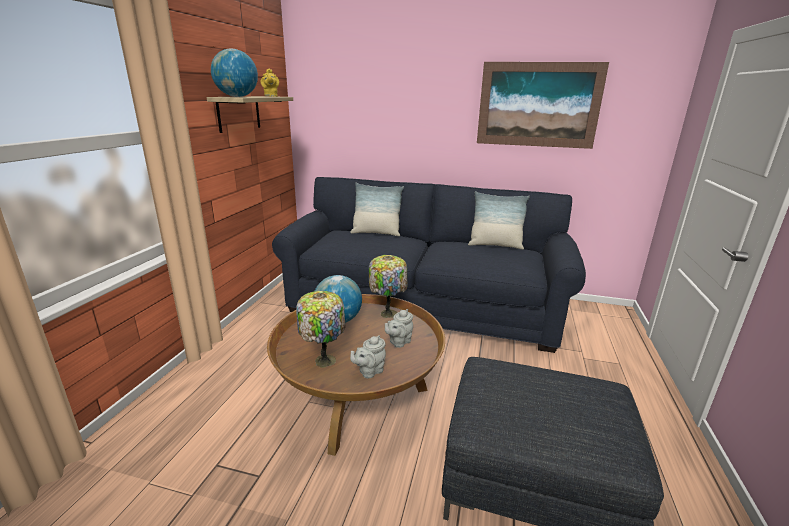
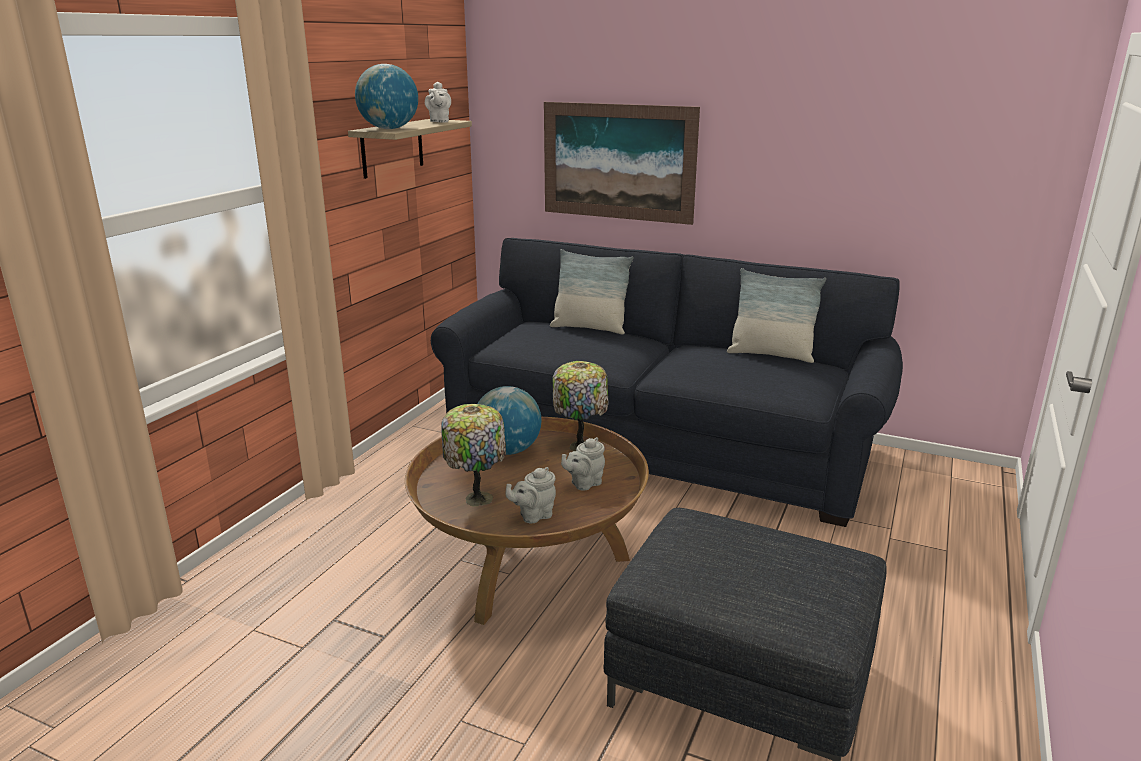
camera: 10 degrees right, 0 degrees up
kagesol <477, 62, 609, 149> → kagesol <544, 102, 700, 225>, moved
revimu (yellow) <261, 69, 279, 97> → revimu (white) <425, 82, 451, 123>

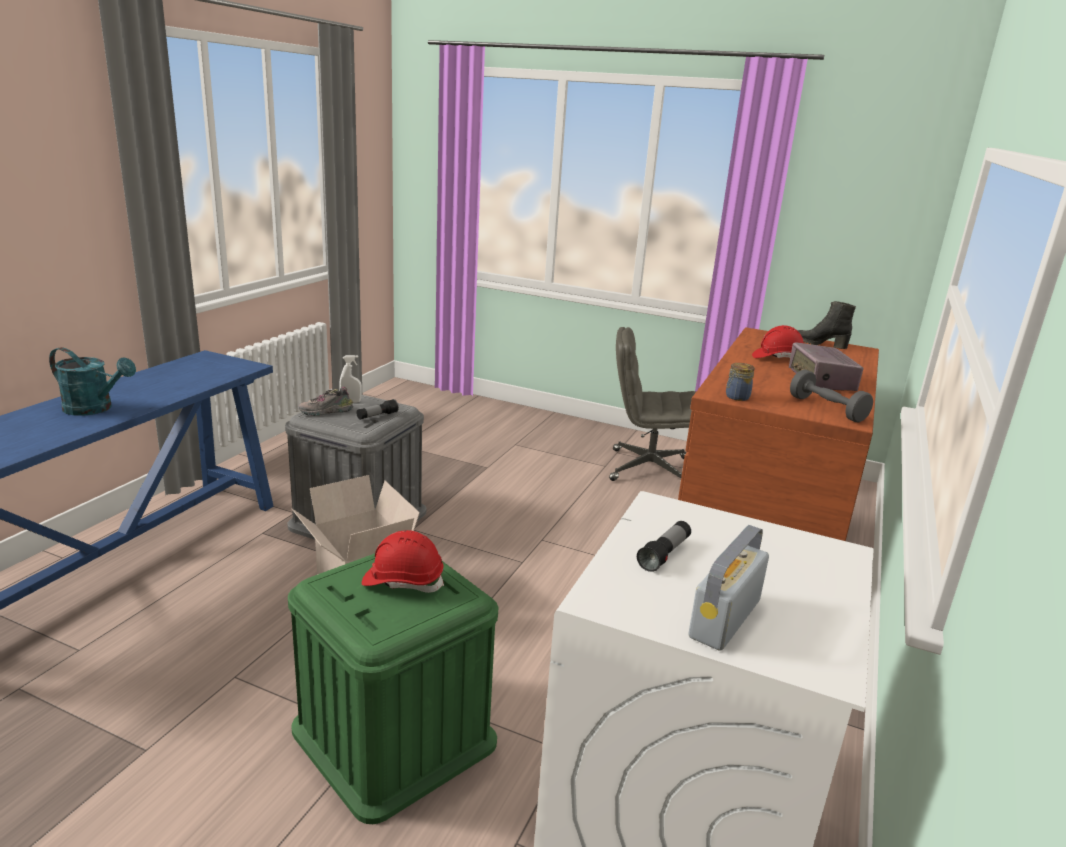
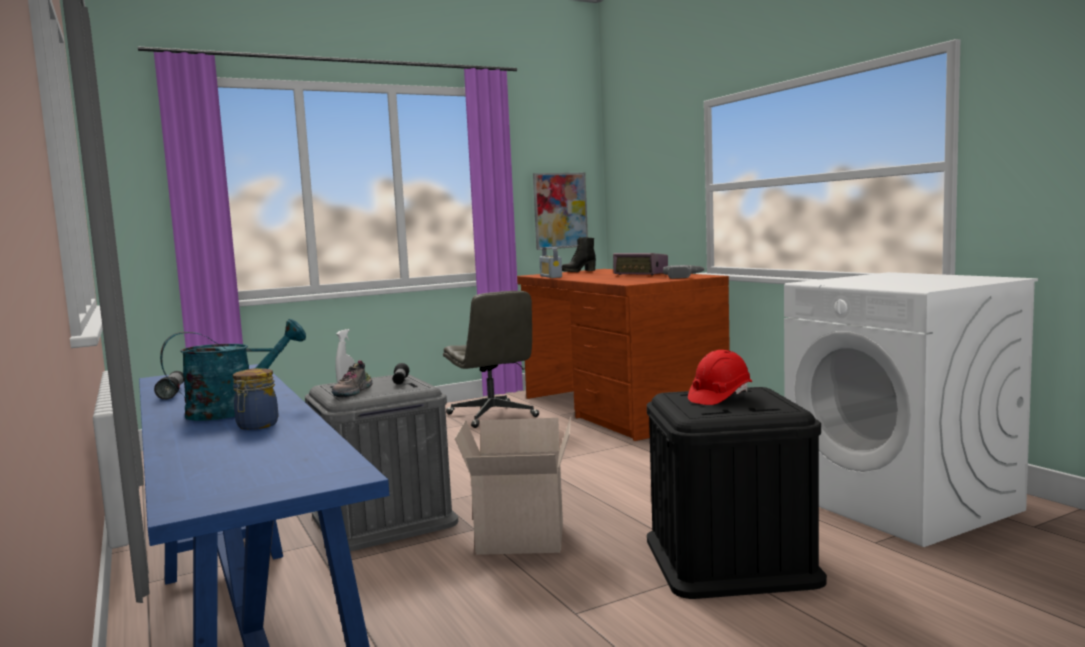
camera: 50 degrees left, 15 degrees down
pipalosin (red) <752, 325, 804, 358> → -
- → kagesol <533, 173, 588, 250>
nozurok <637, 521, 691, 572> → nozurok <154, 371, 184, 400>, moved
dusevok <689, 525, 769, 651> → dusevok <539, 247, 562, 278>, moved
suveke <726, 363, 755, 401> → suveke <233, 368, 278, 430>, moved
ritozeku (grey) <790, 370, 873, 422> → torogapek <663, 265, 705, 279>
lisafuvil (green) <288, 553, 499, 824> → lisafuvil (black) <647, 387, 827, 599>
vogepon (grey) <609, 327, 696, 481> → vogepon (grey) <443, 291, 539, 428>, 75 degrees counterclockwise

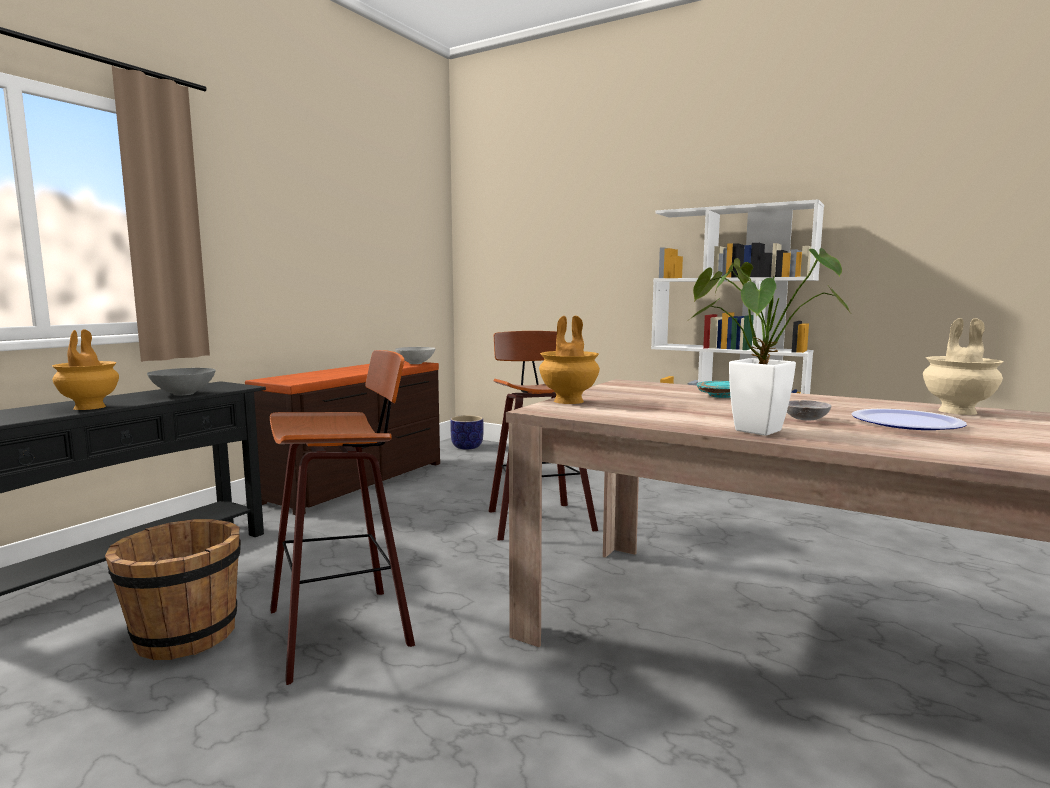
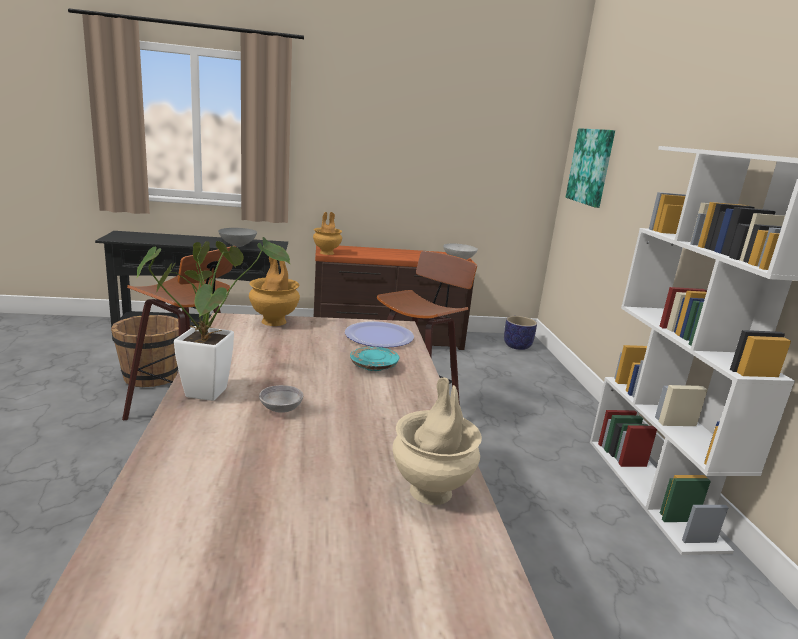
camera: 50 degrees right, 10 degrees up
- → kagesol <566, 128, 615, 208>
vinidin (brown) <52, 329, 119, 410> → vinidin (brown) <313, 212, 342, 255>, moved
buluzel <851, 409, 967, 430> → buluzel <345, 321, 414, 348>, moved

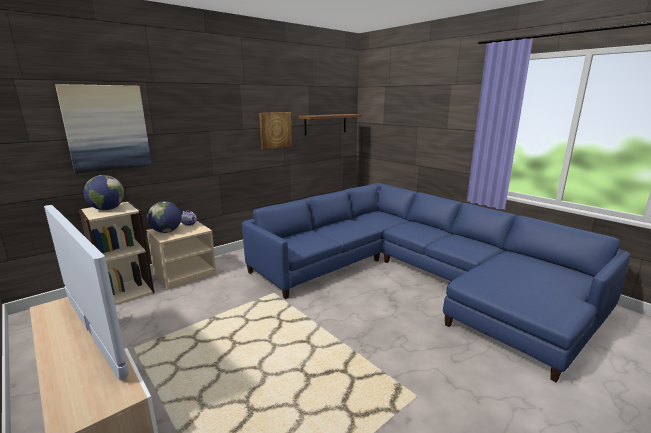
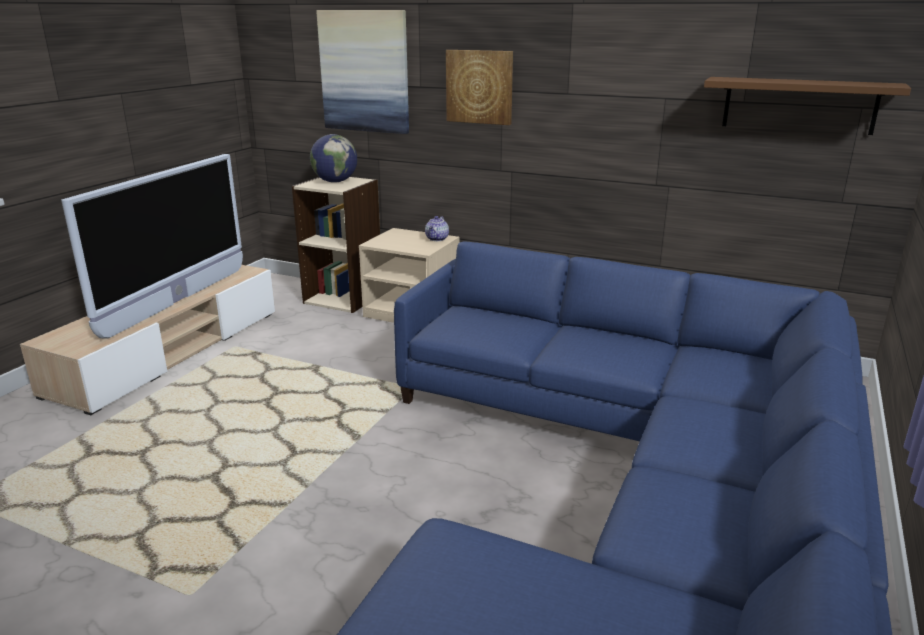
camera: 65 degrees right, 5 degrees up
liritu <147, 201, 182, 233> → -
kagesol <259, 112, 292, 149> → kagesol <446, 50, 513, 125>, moved

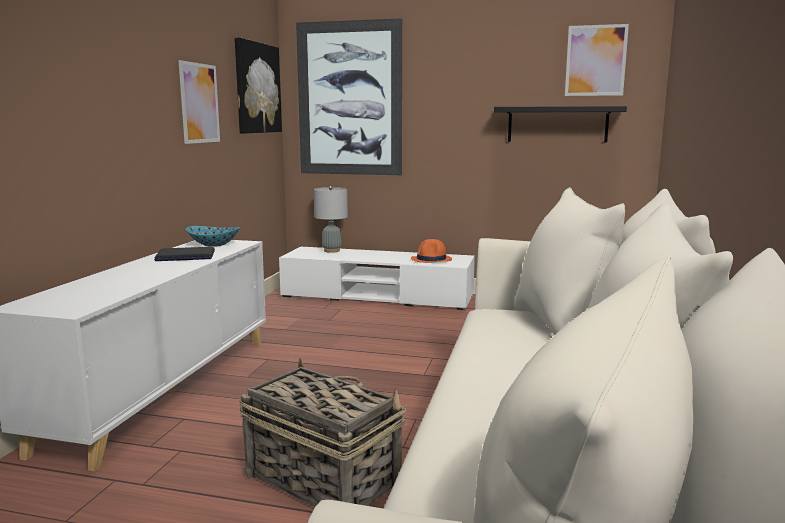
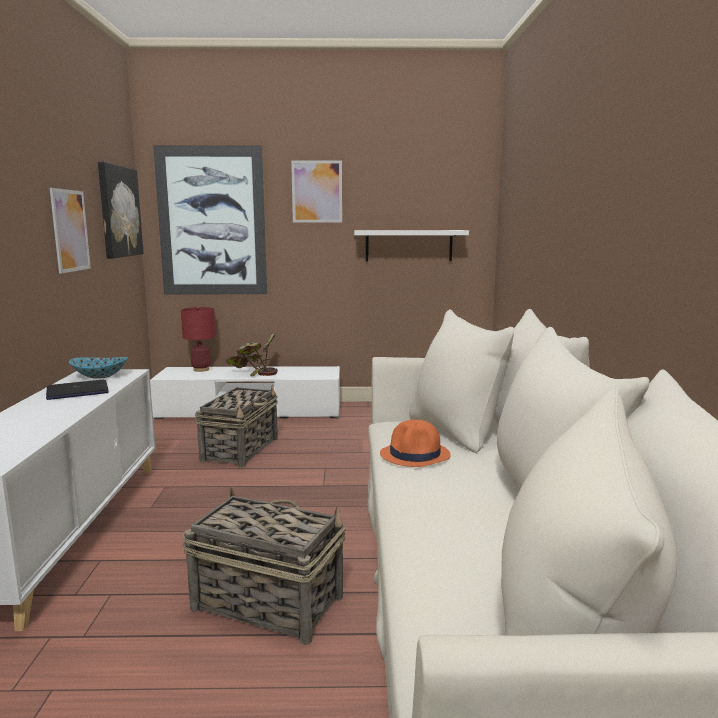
camera: 15 degrees left, 0 degrees up
- → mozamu <195, 385, 278, 467>
- → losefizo <226, 334, 278, 376>
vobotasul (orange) <411, 239, 452, 263> → vobotasul (orange) <380, 420, 451, 467>, moved
kagesol <565, 24, 629, 96> → kagesol <291, 160, 342, 223>, moved
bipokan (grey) <314, 186, 348, 253> → bipokan (red) <181, 307, 216, 372>
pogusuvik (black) <494, 106, 627, 143> → pogusuvik (white) <354, 230, 469, 261>

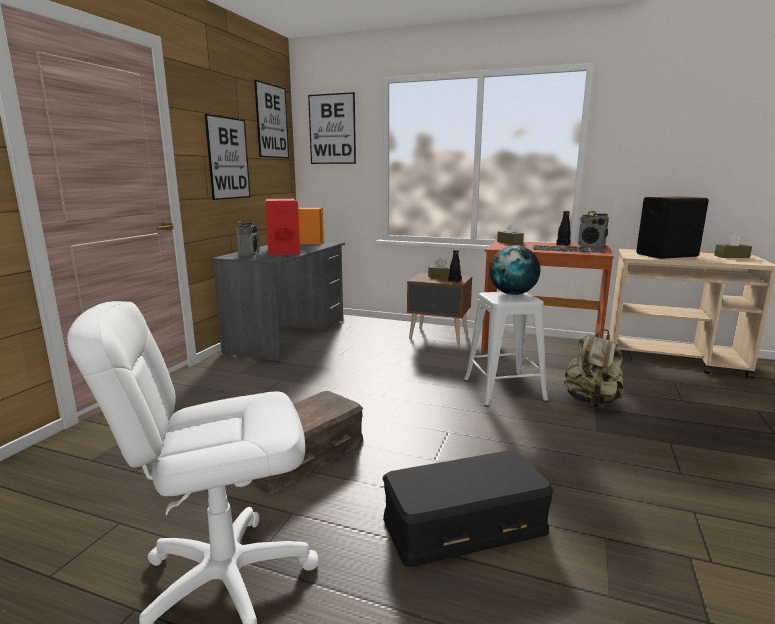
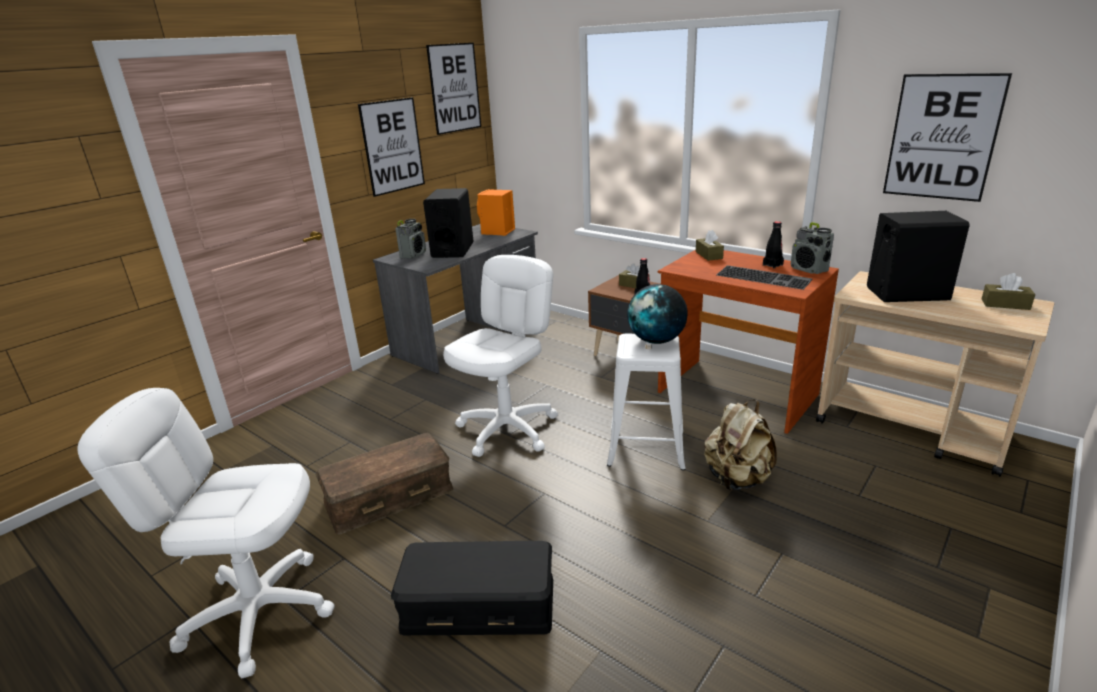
camera: 20 degrees right, 10 degrees up
- → vogepon (white) <443, 255, 558, 457>
kagesol <308, 92, 356, 164> → kagesol <883, 73, 1012, 202>, moved
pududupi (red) <265, 199, 300, 255> → pududupi (black) <423, 188, 474, 258>

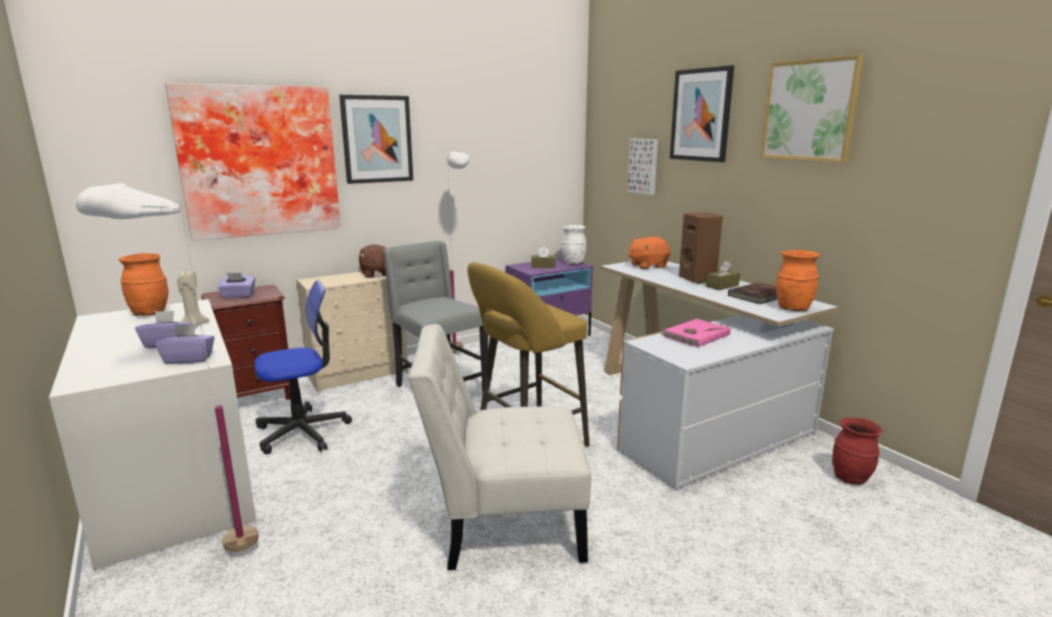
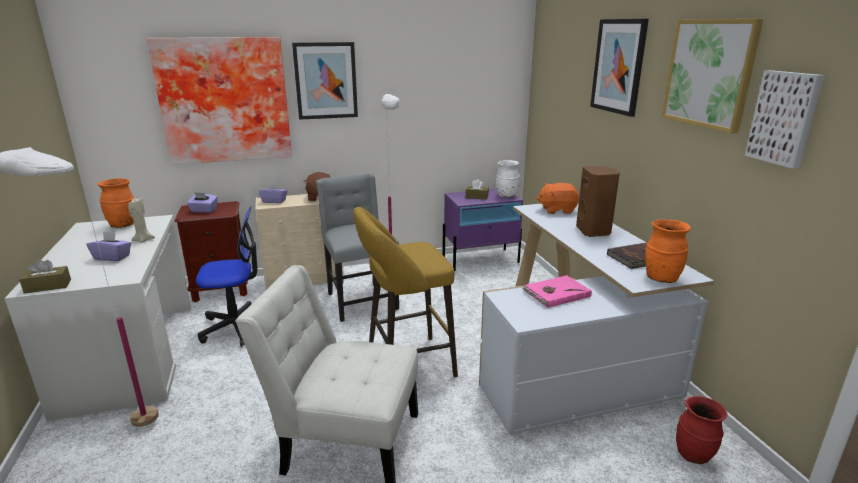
camera: 15 degrees right, 5 degrees up
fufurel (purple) <155, 323, 215, 364> → fufurel (purple) <258, 182, 287, 203>, moved
kagesol <627, 139, 658, 195> → kagesol <745, 70, 825, 169>, moved
fufurel (brown) <706, 261, 740, 290> → fufurel (brown) <19, 259, 71, 294>, moved

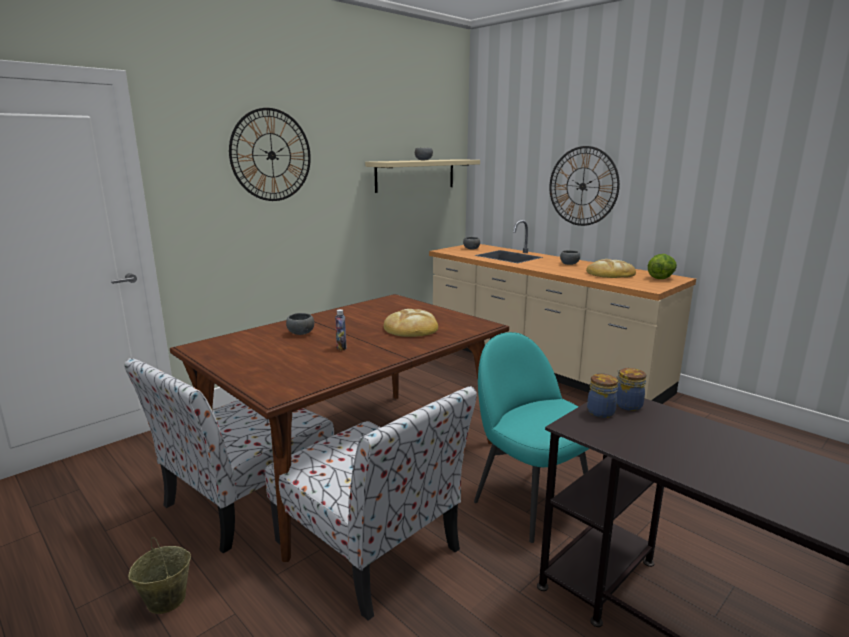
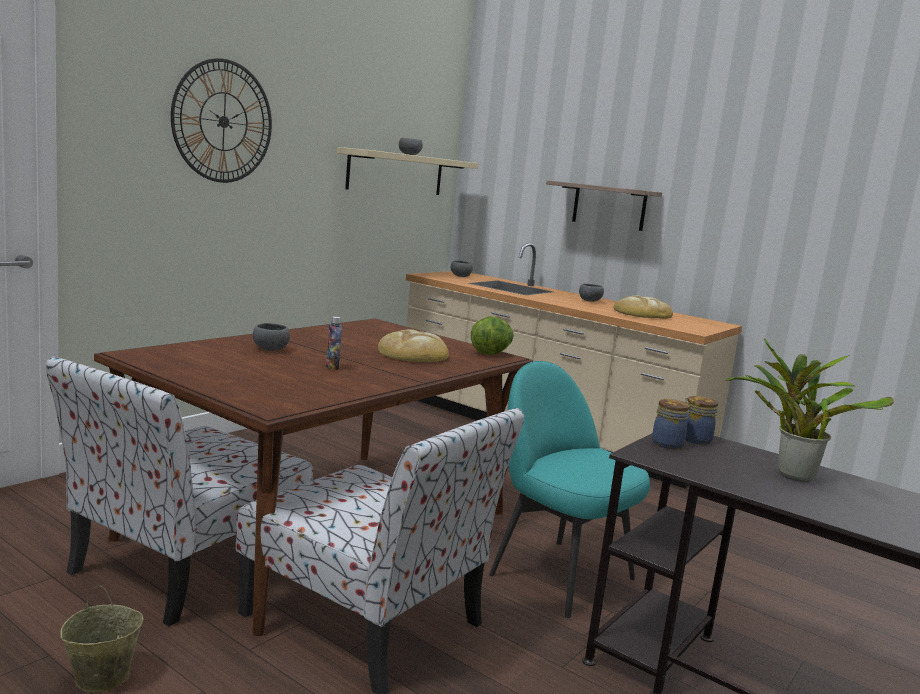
camera: 10 degrees left, 5 degrees down
- → losefizo <727, 338, 894, 482>
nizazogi <648, 254, 677, 279> → nizazogi <471, 316, 514, 355>, moved
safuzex <549, 146, 620, 226> → pogusuvik <546, 180, 662, 231>

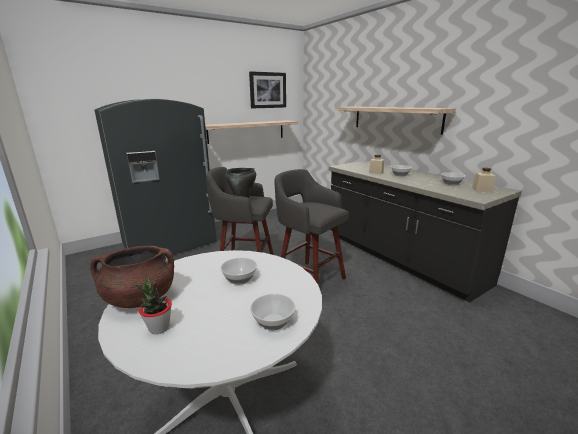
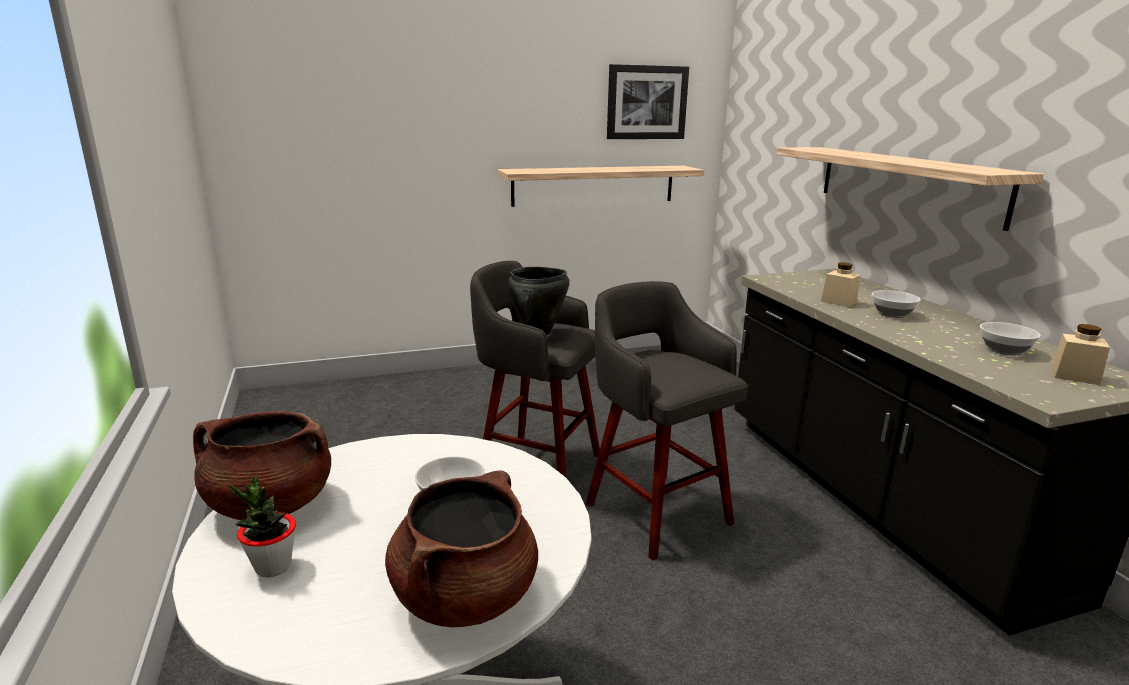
camera: 15 degrees right, 0 degrees up
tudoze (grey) <95, 99, 217, 257> → -
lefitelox <250, 294, 296, 330> → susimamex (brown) <385, 470, 538, 627>

